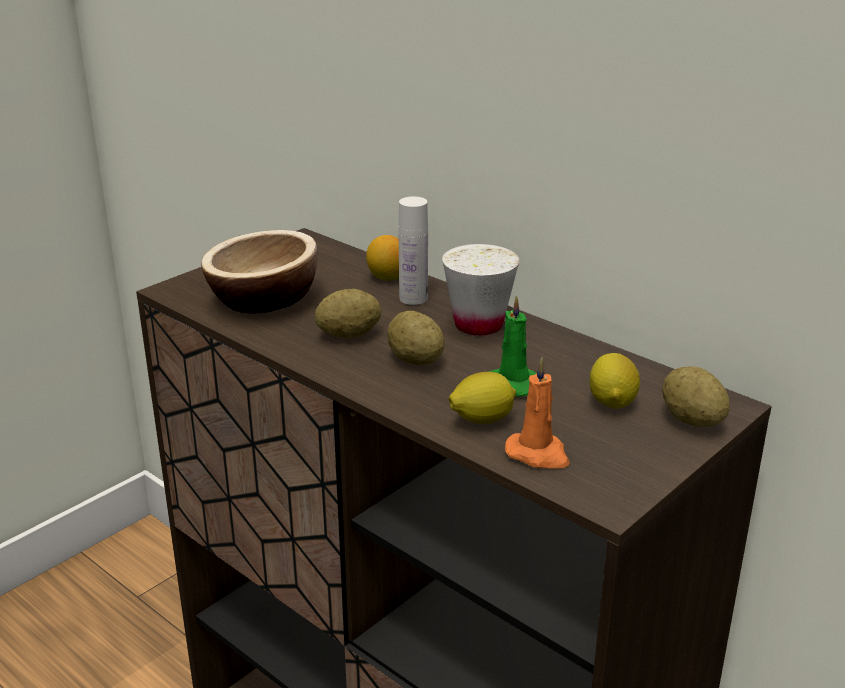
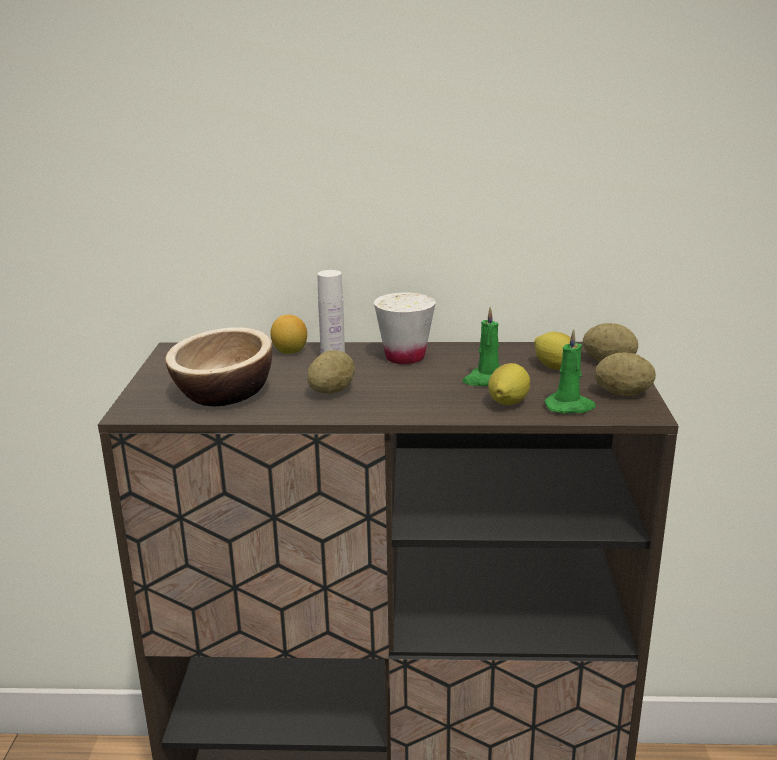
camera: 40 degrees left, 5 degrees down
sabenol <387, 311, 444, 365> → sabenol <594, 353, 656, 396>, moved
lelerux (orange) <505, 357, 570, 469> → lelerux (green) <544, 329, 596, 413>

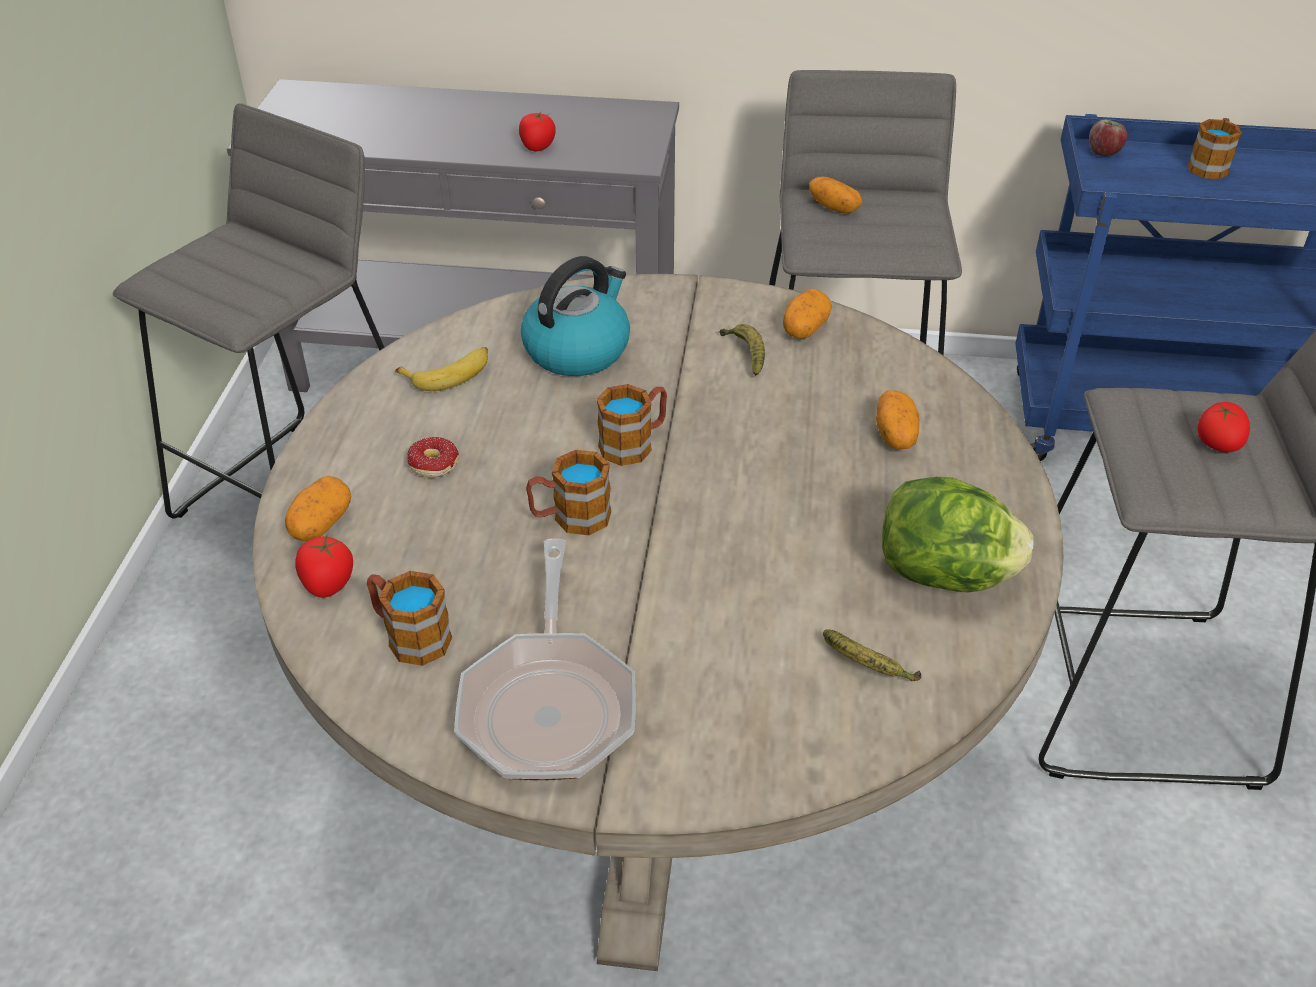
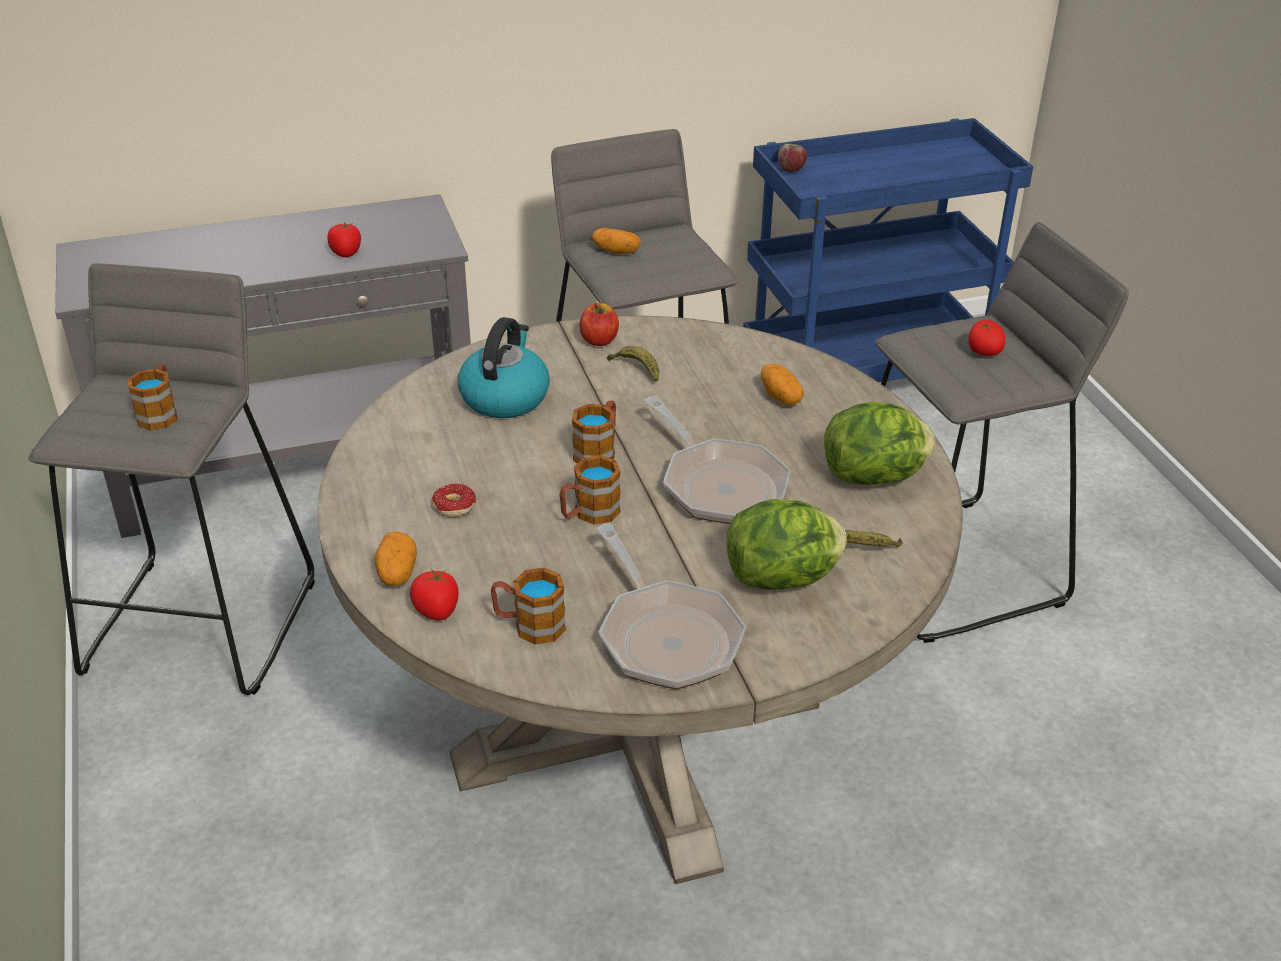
camera: 25 degrees left, 5 degrees down
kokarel <395, 347, 488, 391> → -
sabenol <783, 289, 832, 339> → -
- → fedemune <579, 303, 619, 346>
- → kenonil <644, 396, 791, 524>
- → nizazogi <726, 499, 847, 590>
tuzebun <1188, 118, 1242, 179> → tuzebun <128, 364, 178, 430>, moved

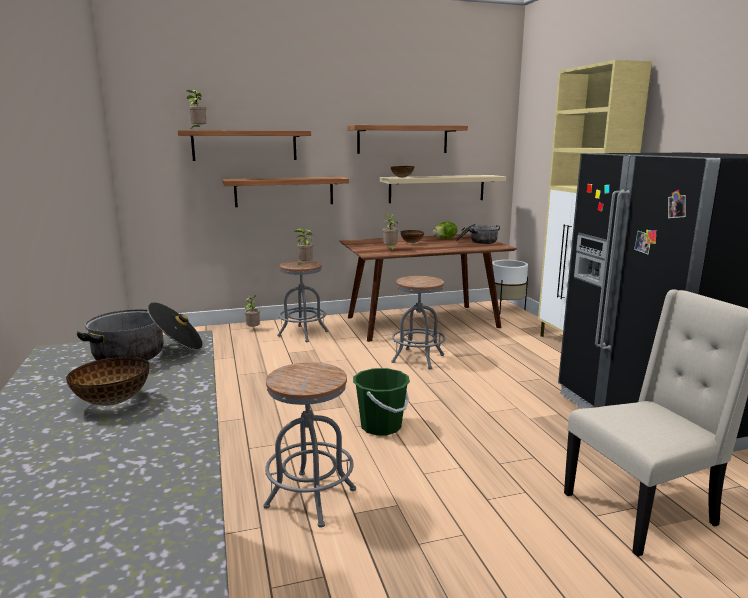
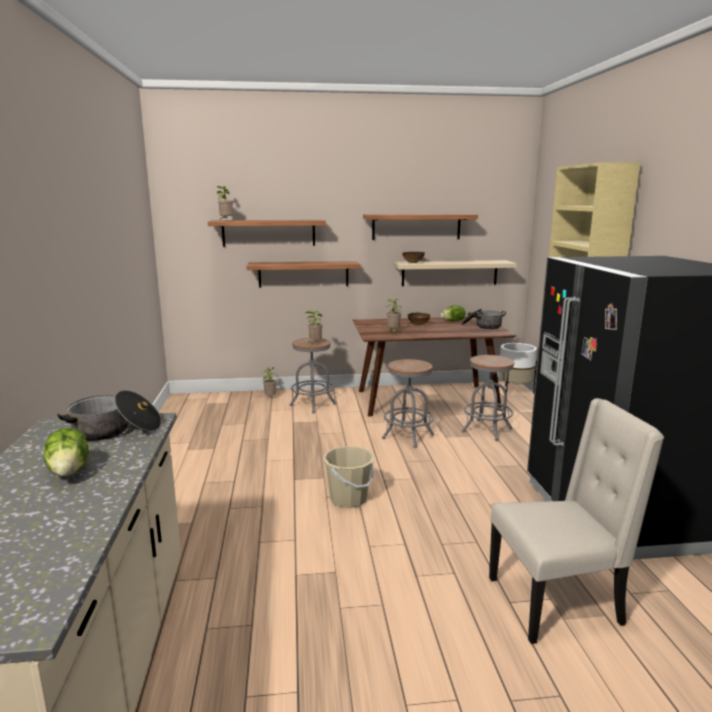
camera: 10 degrees right, 0 degrees up
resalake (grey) <263, 362, 356, 528> → resalake (grey) <462, 355, 514, 441>, moved
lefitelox <66, 357, 149, 406> → nizazogi <44, 428, 89, 477>
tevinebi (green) <353, 368, 410, 436> → tevinebi (beige) <323, 446, 374, 508>

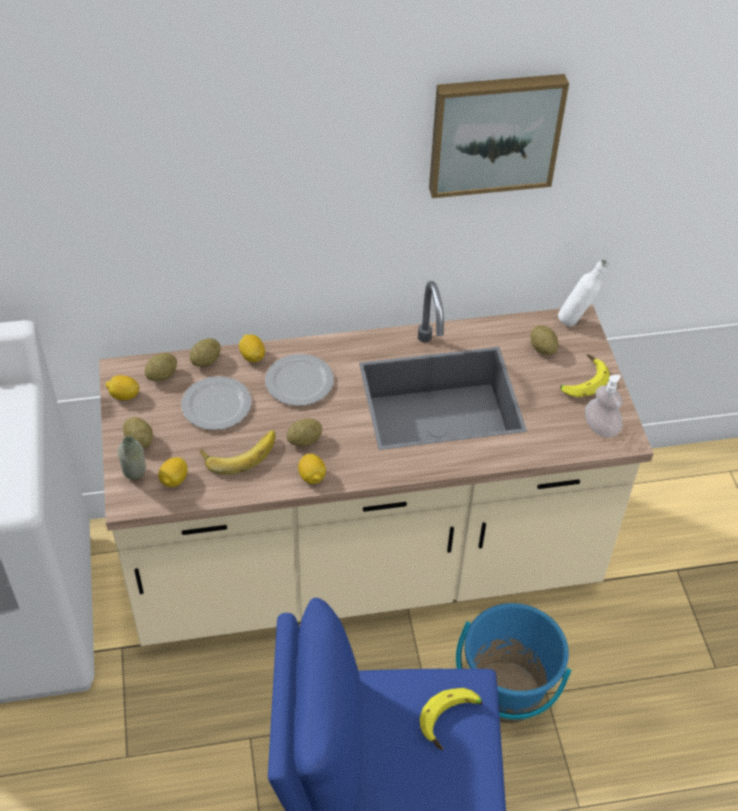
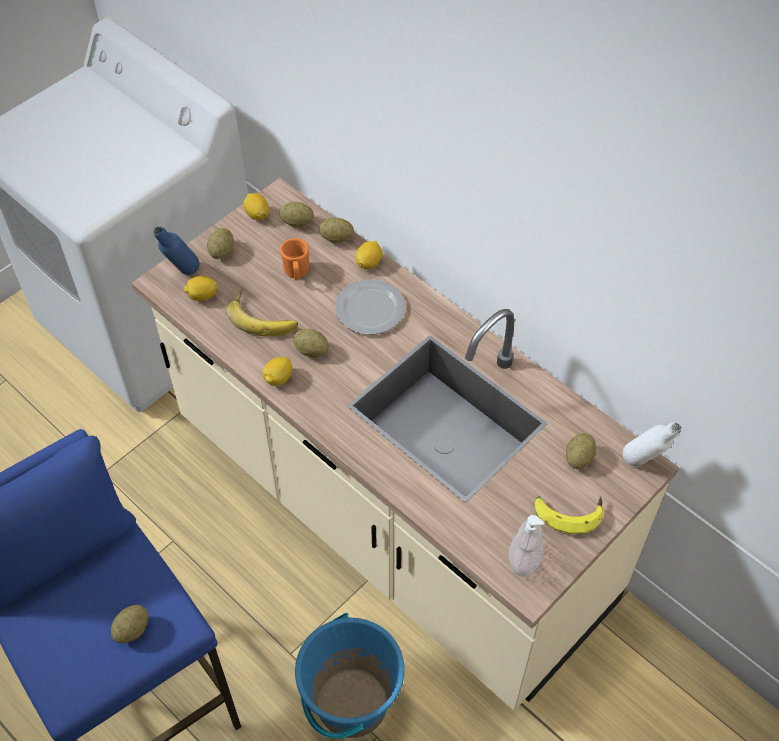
camera: 55 degrees right, 5 degrees up
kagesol <429, 74, 569, 198> → -
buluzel <181, 376, 252, 430> → tuzebun (orange) <280, 238, 309, 280>
kokarel <419, 688, 482, 750> → sabenol <111, 605, 148, 643>
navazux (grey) <118, 436, 146, 480> → navazux (blue) <154, 226, 200, 275>

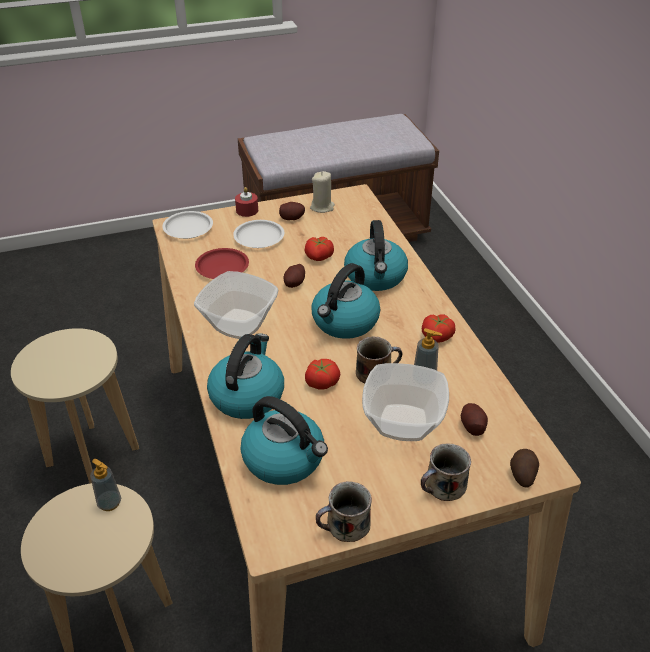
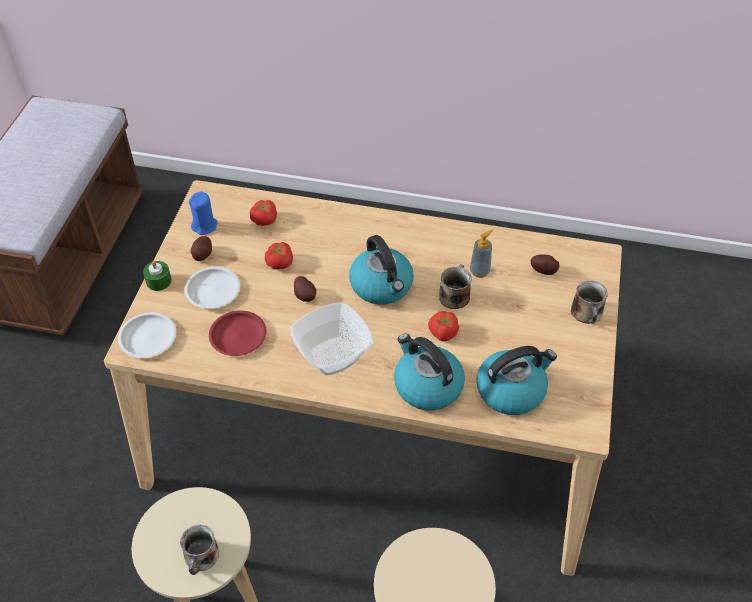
camera: 60 degrees left, 10 degrees up
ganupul <90, 459, 121, 511> → -
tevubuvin <344, 220, 408, 291> → -
lefitelox <362, 363, 449, 441> → -
sabenol <510, 449, 539, 487> → -
tuzebun <316, 481, 372, 542> → tuzebun <180, 525, 219, 575>, moved
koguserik <422, 314, 455, 343> → koguserik <250, 200, 277, 226>, moved
lelerux (red) <235, 187, 258, 217> → lelerux (green) <143, 261, 172, 291>
lelerux (beige) <310, 171, 335, 213> → lelerux (blue) <189, 191, 217, 235>

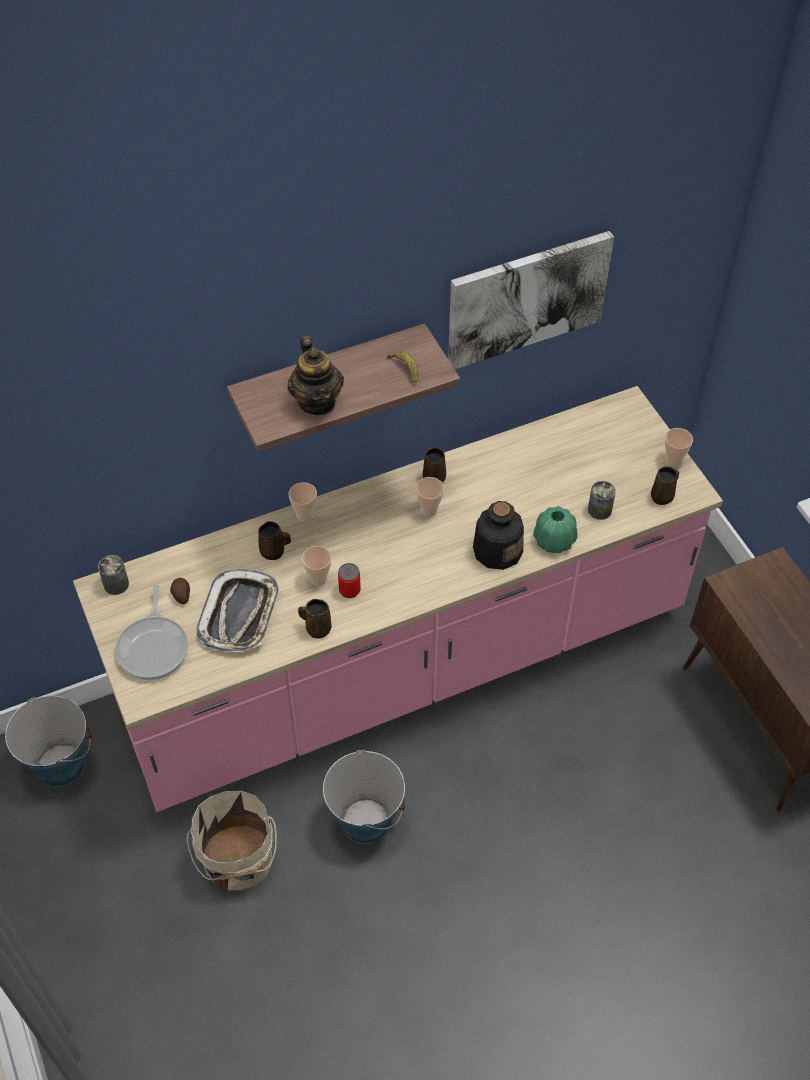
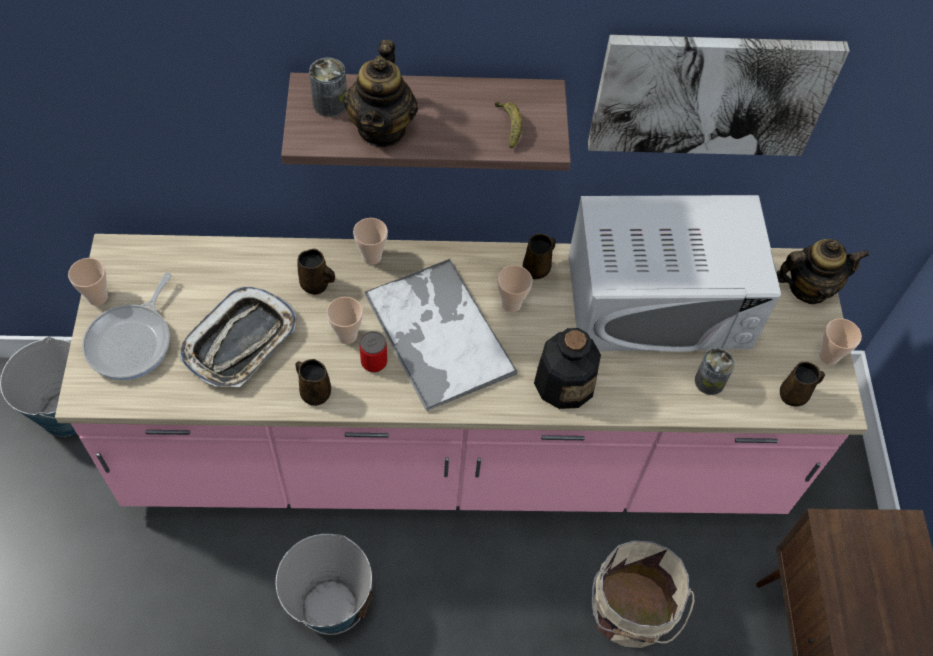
camera: 20 degrees right, 5 degrees up
sabenol <170, 578, 190, 604> → -
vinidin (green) <533, 506, 578, 553> → -
- → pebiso <68, 258, 108, 306>
- → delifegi <364, 259, 517, 411>
- → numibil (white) <569, 195, 781, 351>
- → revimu <777, 239, 869, 304>
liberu <98, 555, 129, 595> → liberu <309, 58, 347, 117>, moved
tevinebi (beige) <186, 791, 277, 890> → tevinebi (beige) <592, 540, 694, 648>, moved

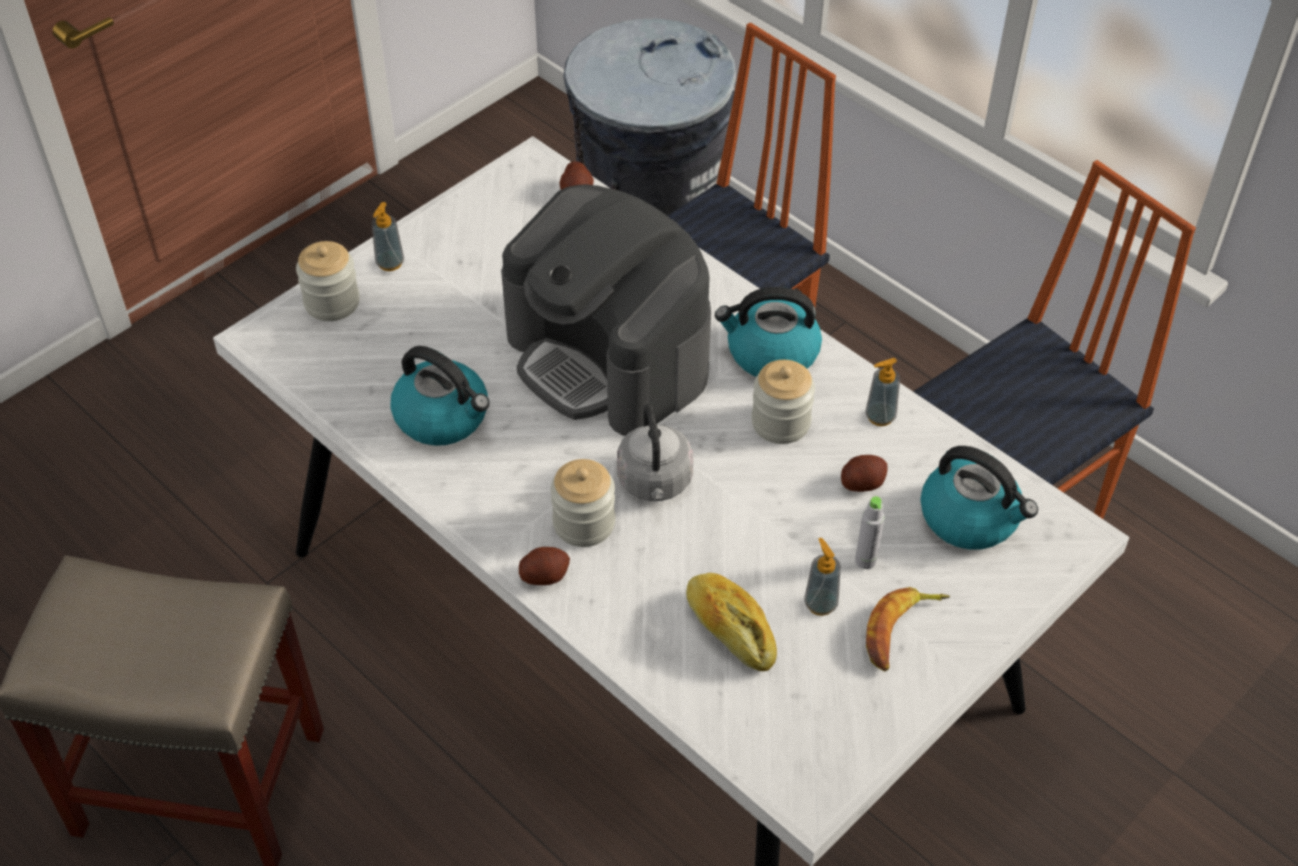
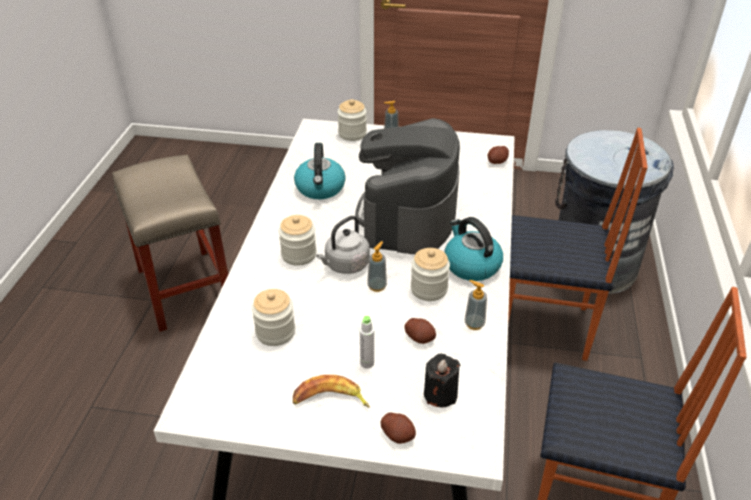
camera: 55 degrees right, 10 degrees down
sabenol <519, 547, 570, 585> → sabenol <381, 412, 416, 444>, moved
ganupul <804, 538, 841, 616> → ganupul <367, 241, 387, 292>, moved
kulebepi <686, 573, 777, 671> → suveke <252, 289, 295, 346>
tevubuvin <921, 446, 1038, 550> → lelerux (black) <424, 354, 460, 408>

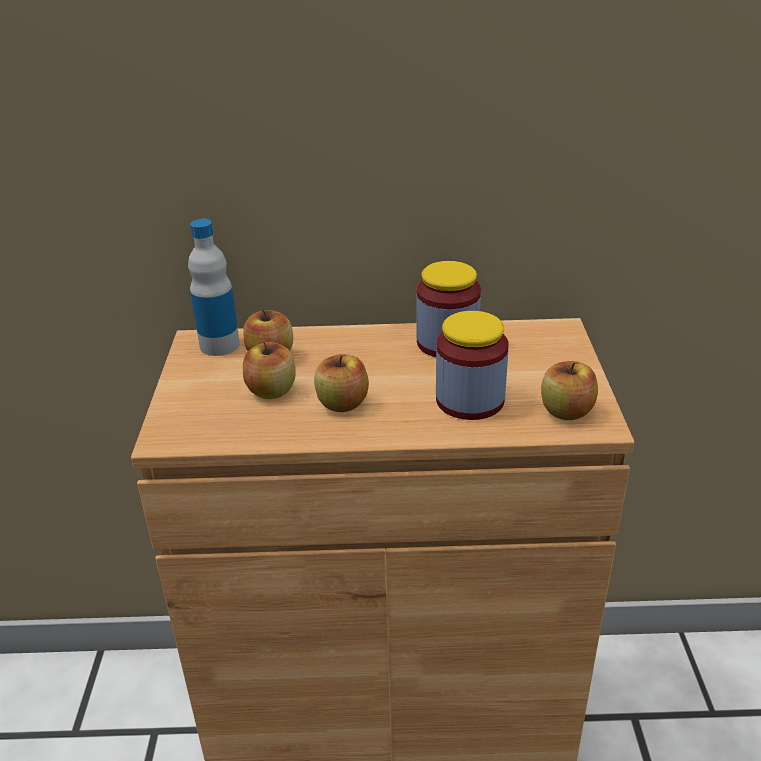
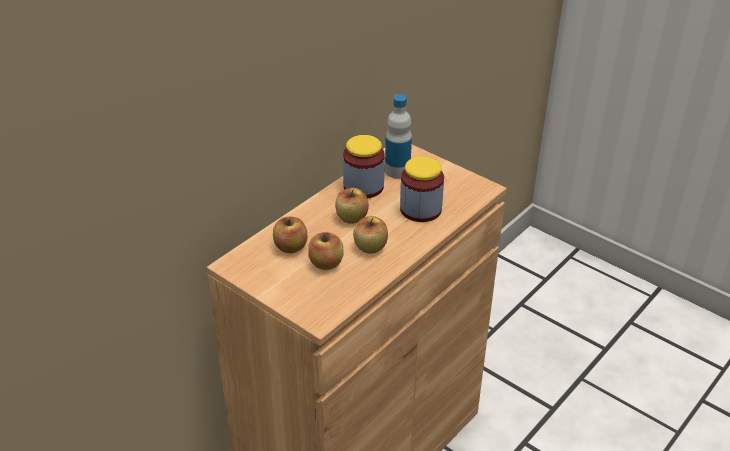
camera: 50 degrees left, 5 degrees up
navazux <188, 219, 240, 356> → navazux <385, 94, 412, 178>, moved
fedemune <541, 361, 598, 420> → fedemune <335, 188, 369, 224>, moved

